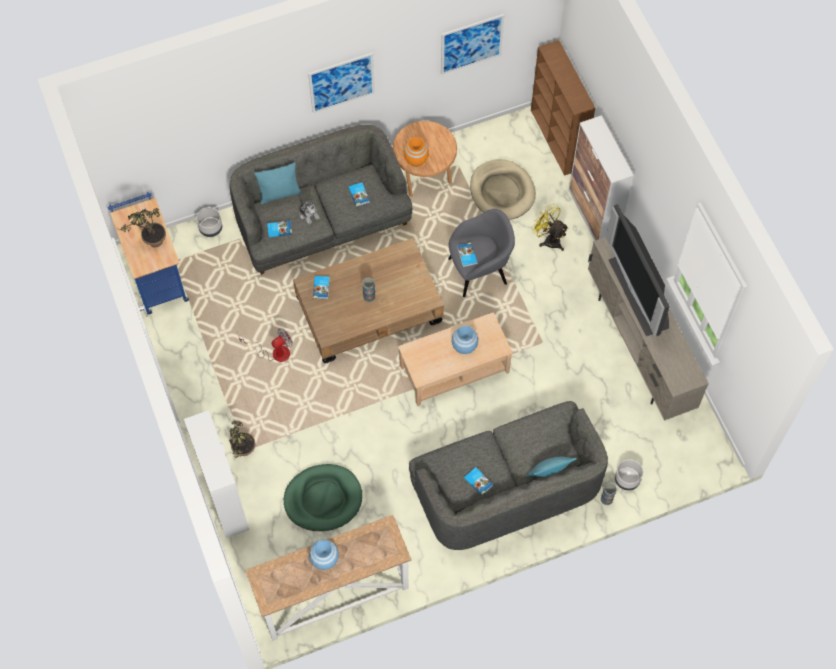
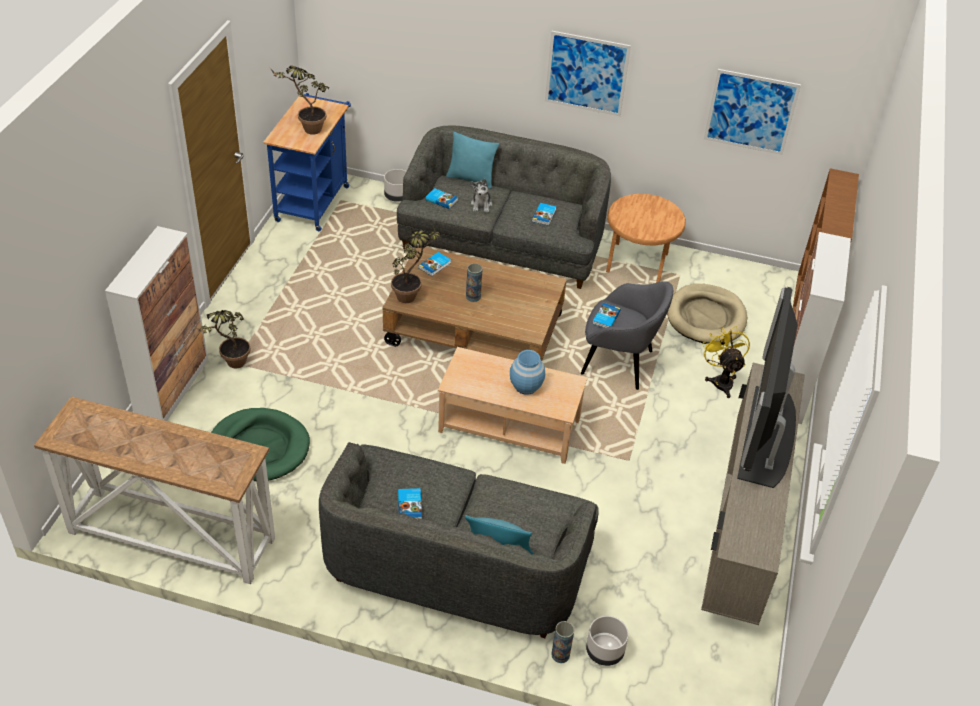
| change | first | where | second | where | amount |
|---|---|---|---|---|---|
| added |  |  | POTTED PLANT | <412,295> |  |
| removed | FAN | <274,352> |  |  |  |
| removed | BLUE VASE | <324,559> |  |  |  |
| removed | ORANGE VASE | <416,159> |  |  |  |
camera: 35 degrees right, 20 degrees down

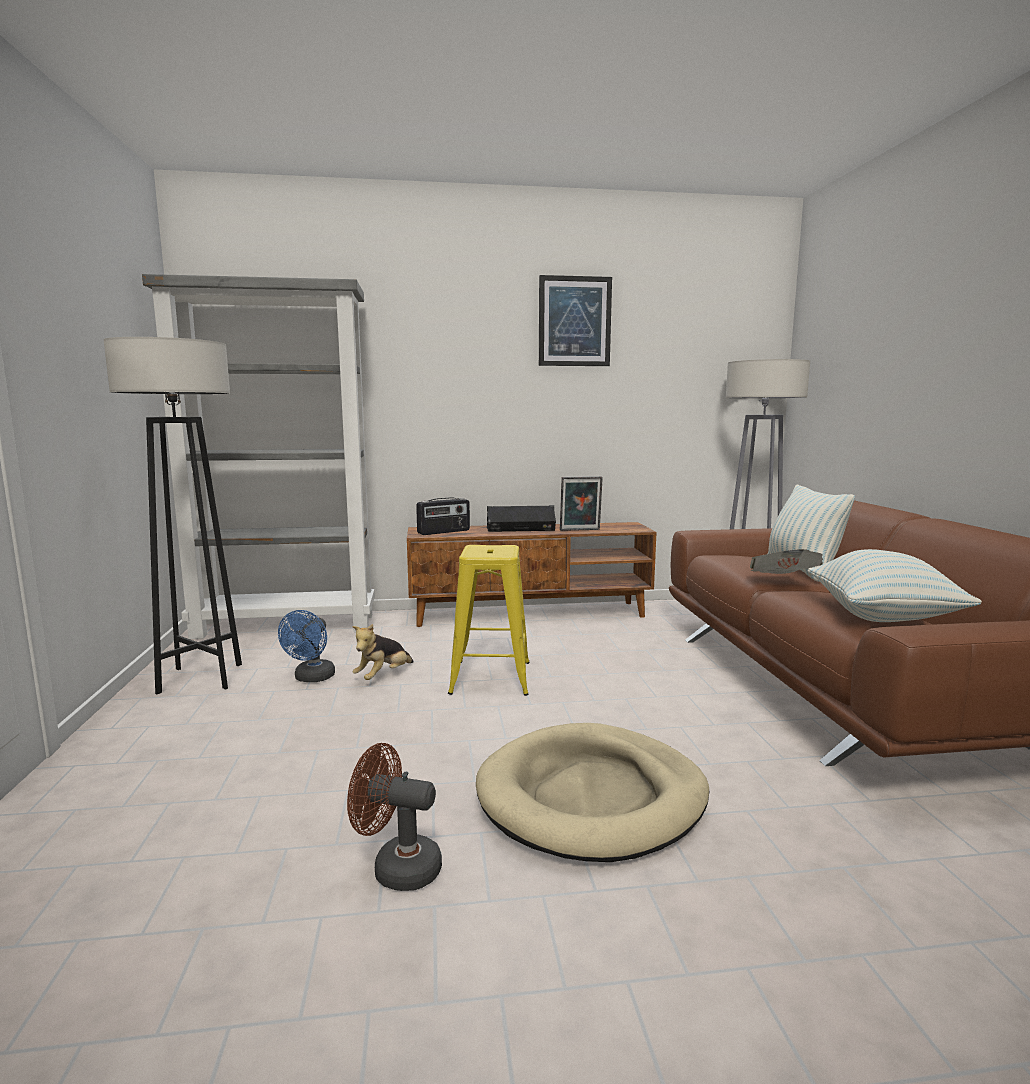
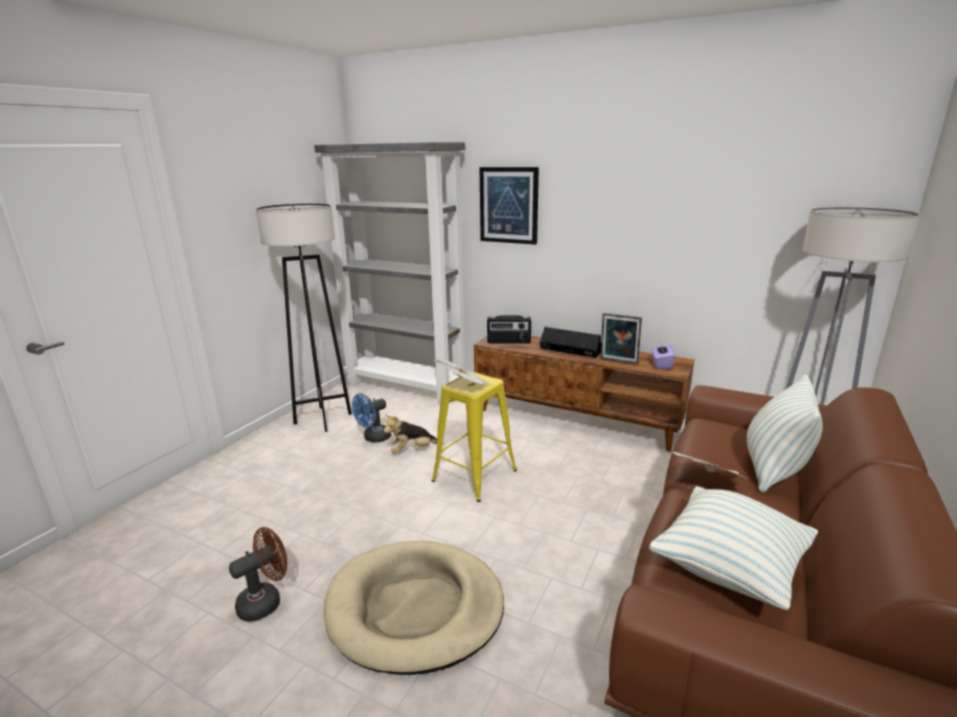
| change | first | where | second | where | amount |
|---|---|---|---|---|---|
| turned | BROWN FAN | <397,867> |  | <266,601> | 90 degrees clockwise |
| added |  |  | NEWSPAPER | <464,386> |  |
| moved | PICTURE | <574,321> |  | <509,205> |  |
| added |  |  | PURPLE TISSUE BOX | <661,364> |  |
camera: 35 degrees right, 10 degrees up

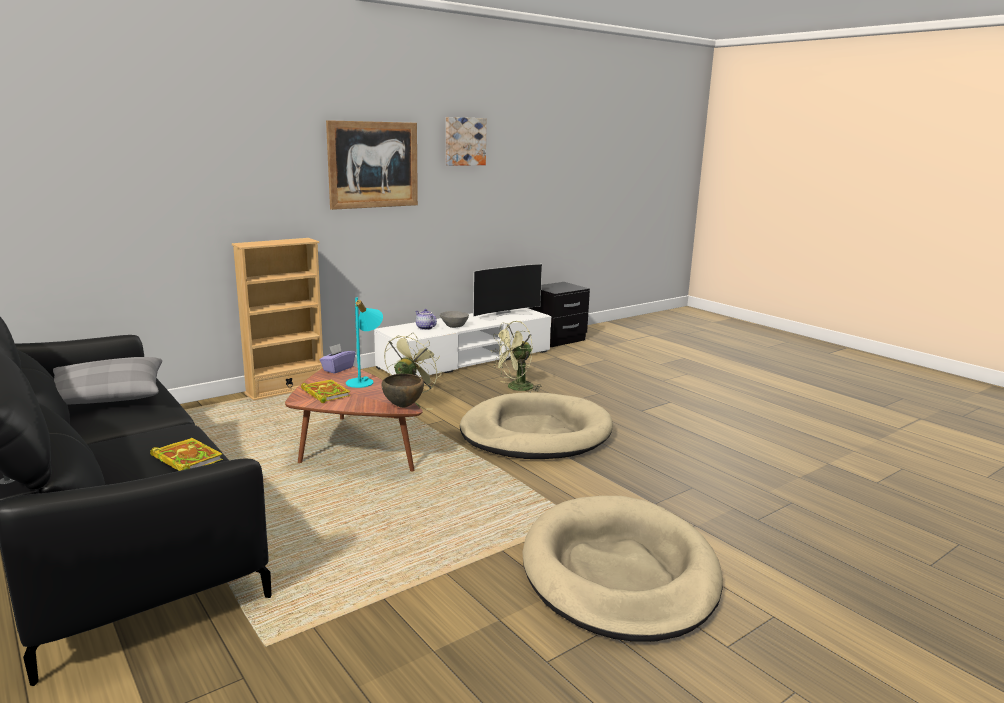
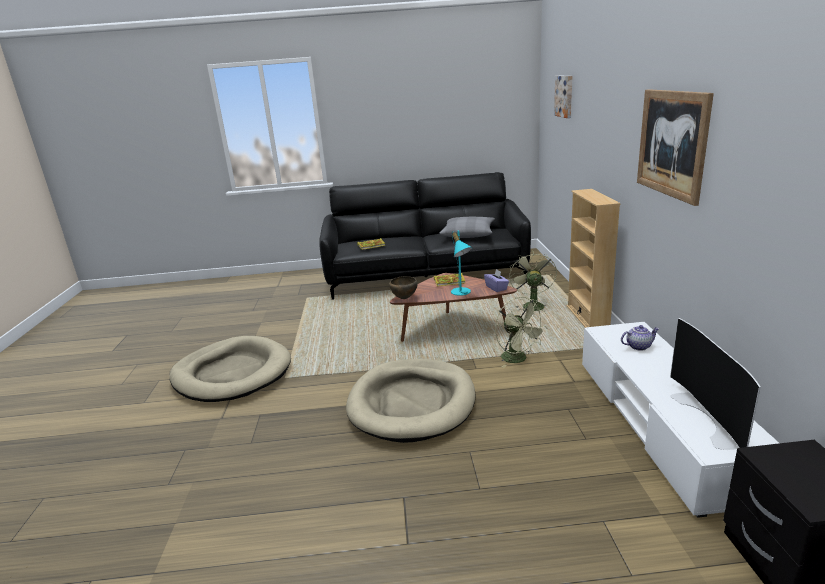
| change | first | where | second | where | amount |
|---|---|---|---|---|---|
| moved | GREEN FAN | <515,388> |  | <531,305> |  |
| moved | PICTURE | <464,141> |  | <565,96> |  |
| removed | GREY BOWL | <454,326> |  |  |  |
camera: 125 degrees right, 5 degrees up

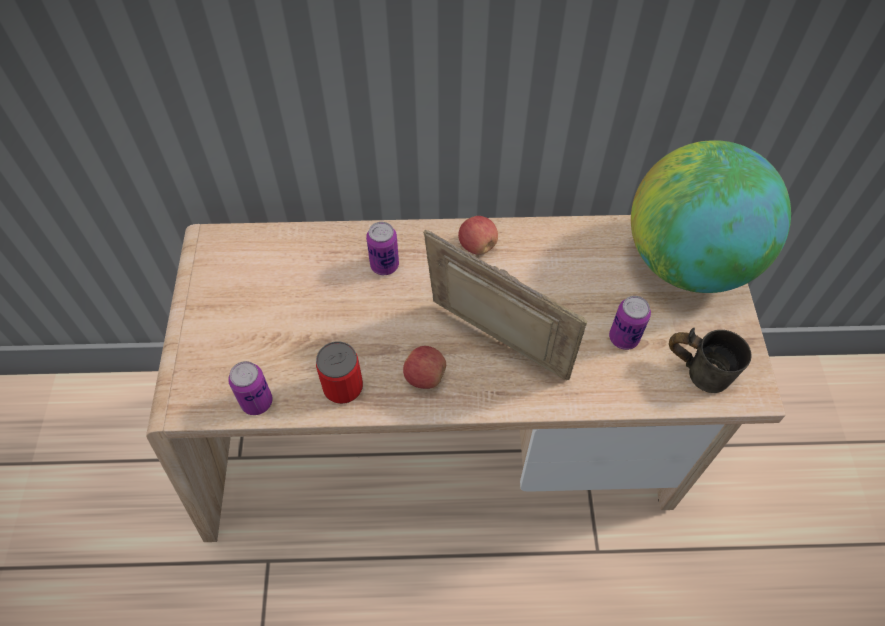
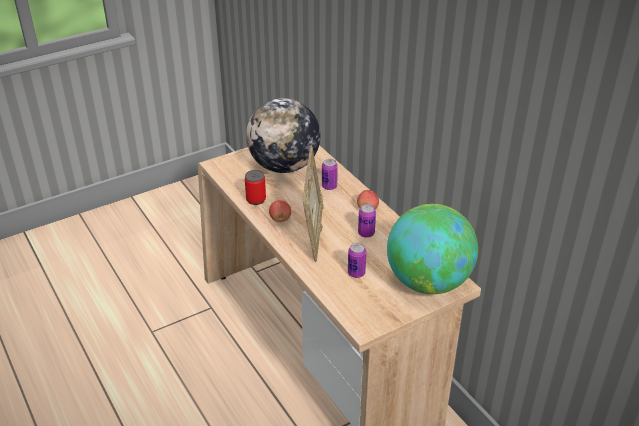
| change | first | where | second | where | amount |
|---|---|---|---|---|---|
| added |  |  | GLOBE | <284,166> |  |
| moved | CAN | <257,402> |  | <366,233> |  |
| removed | GREY MUG | <700,368> |  |  |  |
camera: 60 degrees right, 20 degrees down

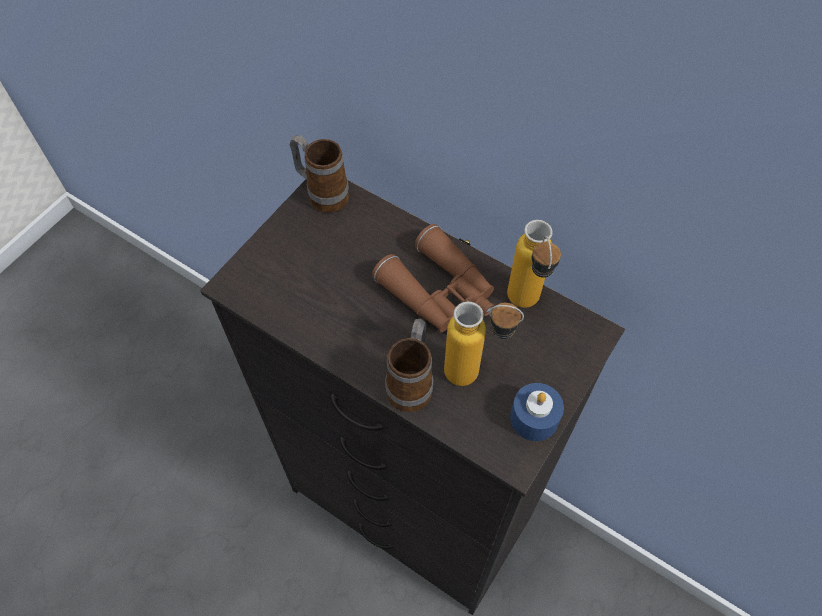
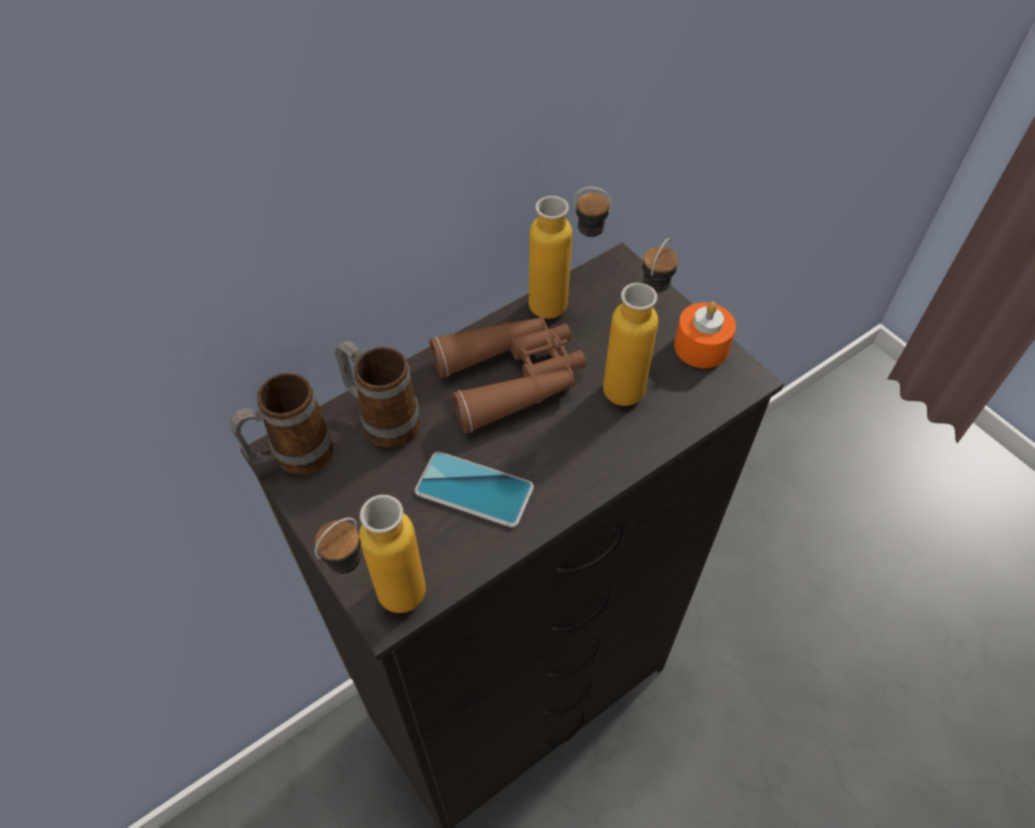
| change | first | where | second | where | amount |
|---|---|---|---|---|---|
| added |  |  | BOTTLE | <386,606> |  |
| moved | MUG | <412,382> |  | <383,419> |  |
| added |  |  | PHONE | <474,489> |  |
| recoloured | BLUE CANDLE | <534,418> | ORANGE CANDLE | <701,347> |  |
camera: 70 degrees left, 5 degrees down

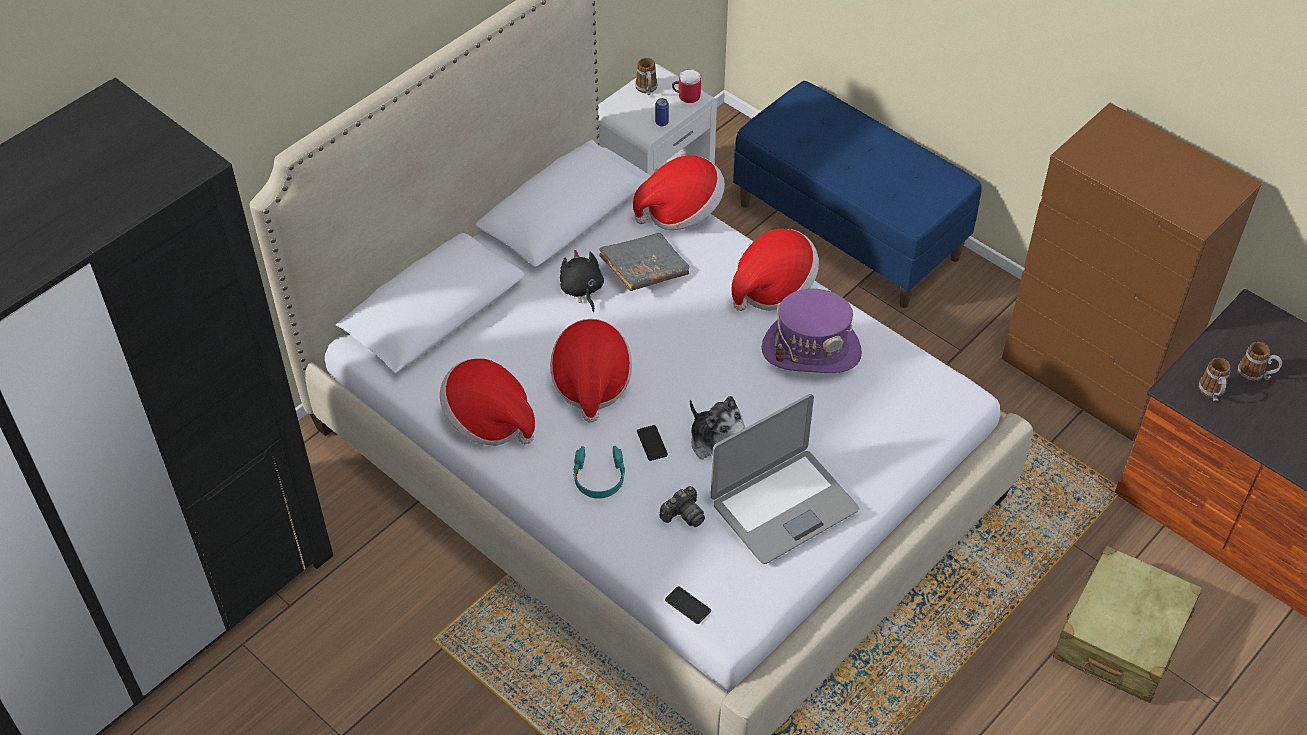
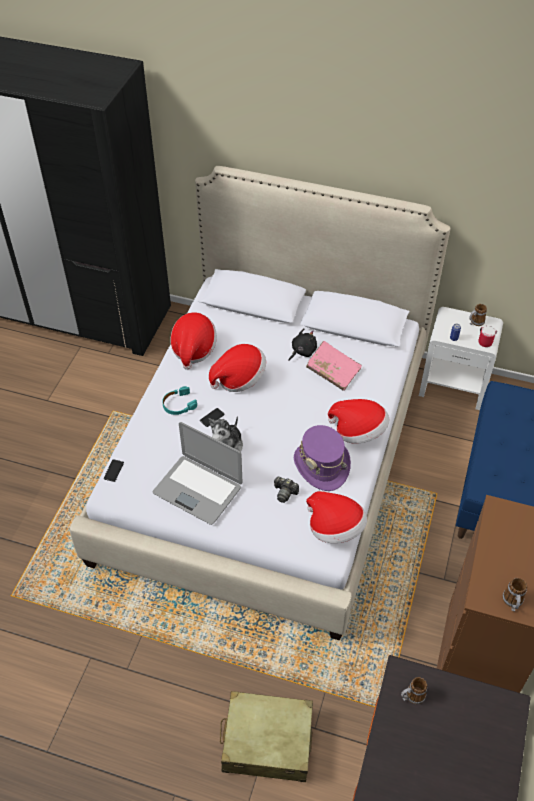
| change | first | where | second | where | amount |
|---|---|---|---|---|---|
| moved | PHOTO CAMERA | <683,515> |  | <285,493> |  |
| recoloured | GREY BOOK | <644,271> | PINK BOOK | <333,371> |  |
| moved | HAT | <681,211> |  | <335,528> |  |
| moved | MUG | <1255,375> |  | <512,603> |  |
camera: 65 degrees right, 0 degrees up

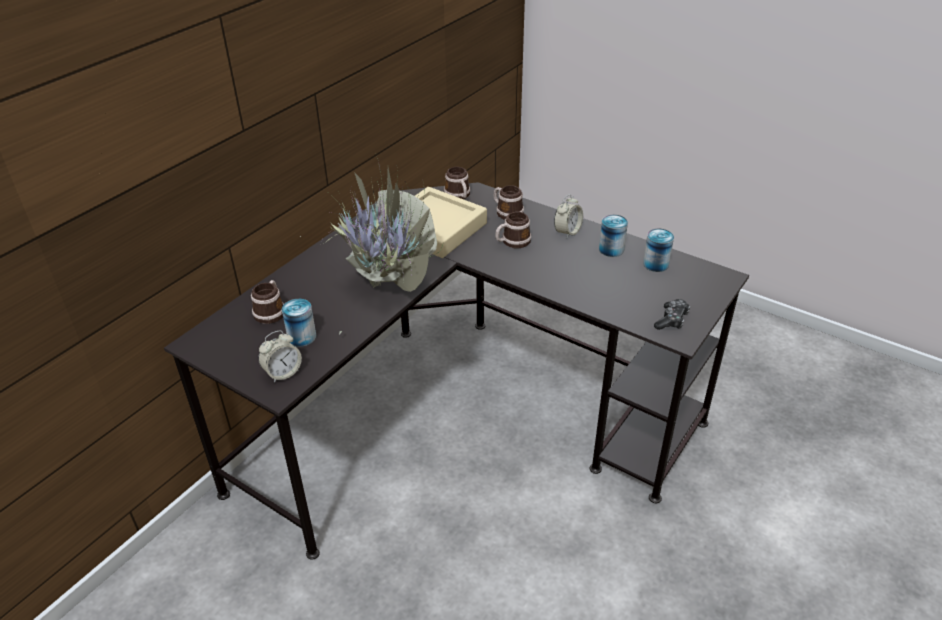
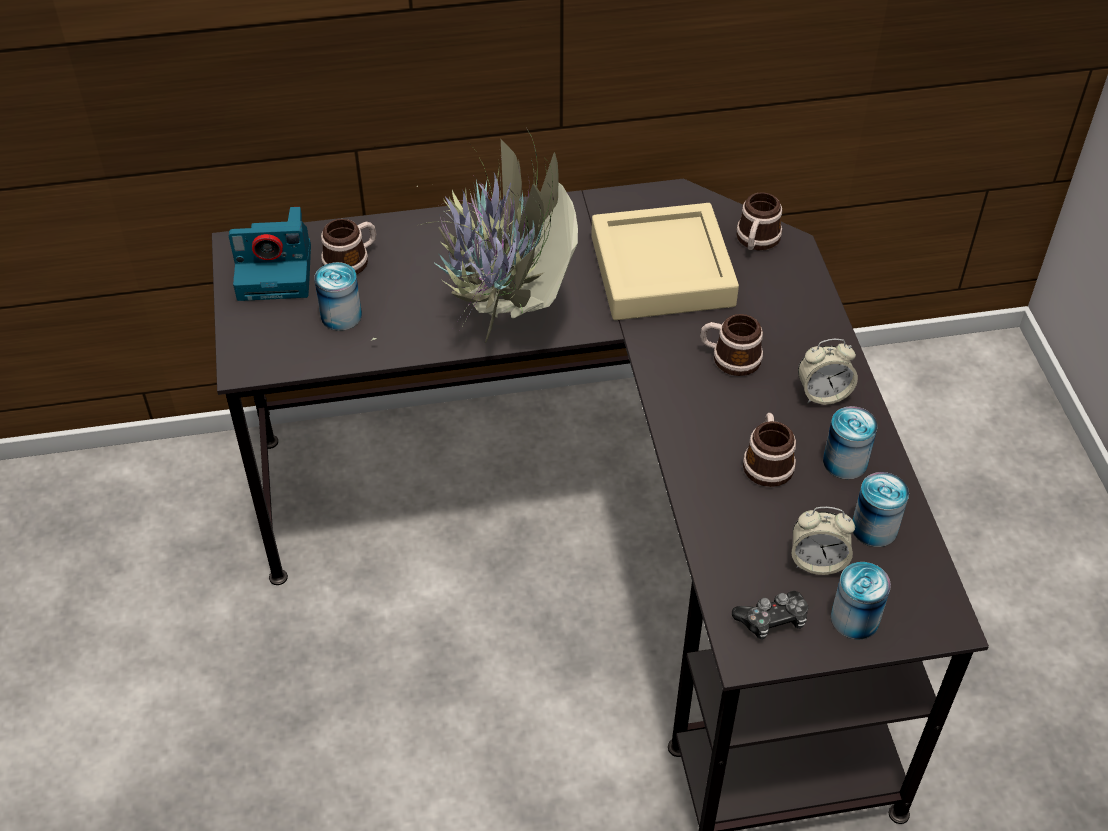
| change | first | where | second | where | amount |
|---|---|---|---|---|---|
| added |  |  | PHOTO CAMERA | <277,271> |  |
| moved | MUG | <506,212> |  | <767,461> |  |
| moved | ALARM CLOCK | <283,373> |  | <817,561> |  |
| added |  |  | CAN | <855,618> |  |
camera: 45 degrees right, 10 degrees up

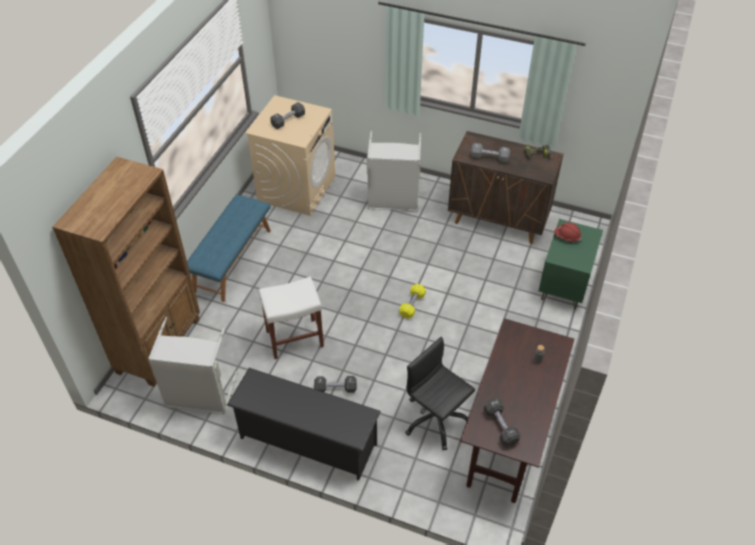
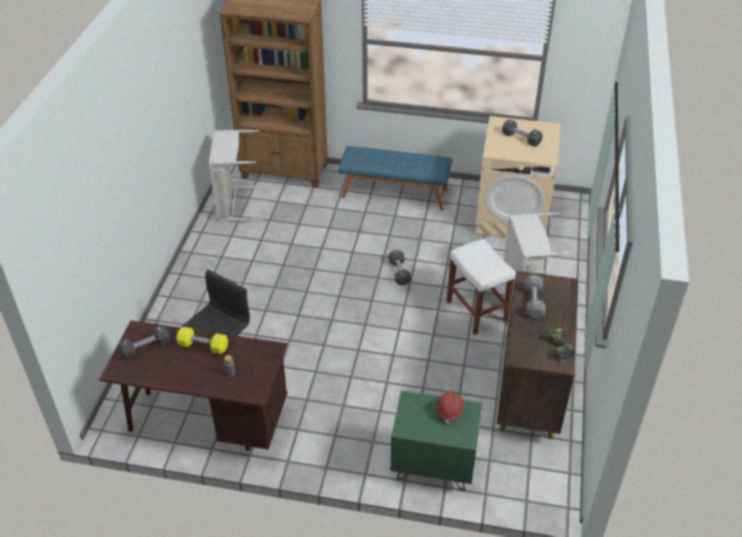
| change | first | where | second | where | amount |
|---|---|---|---|---|---|
| moved | YELLOW DUMBBELL | <412,305> |  | <203,346> |  |
| moved | BLACK DUMBBELL | <335,388> |  | <399,272> |  |
| moved | WHITE STOOL | <295,338> |  | <477,311> |  |
| removed | BLACK SHOE RACK | <307,441> |  |  |  |
camera: 80 degrees right, 5 degrees down

